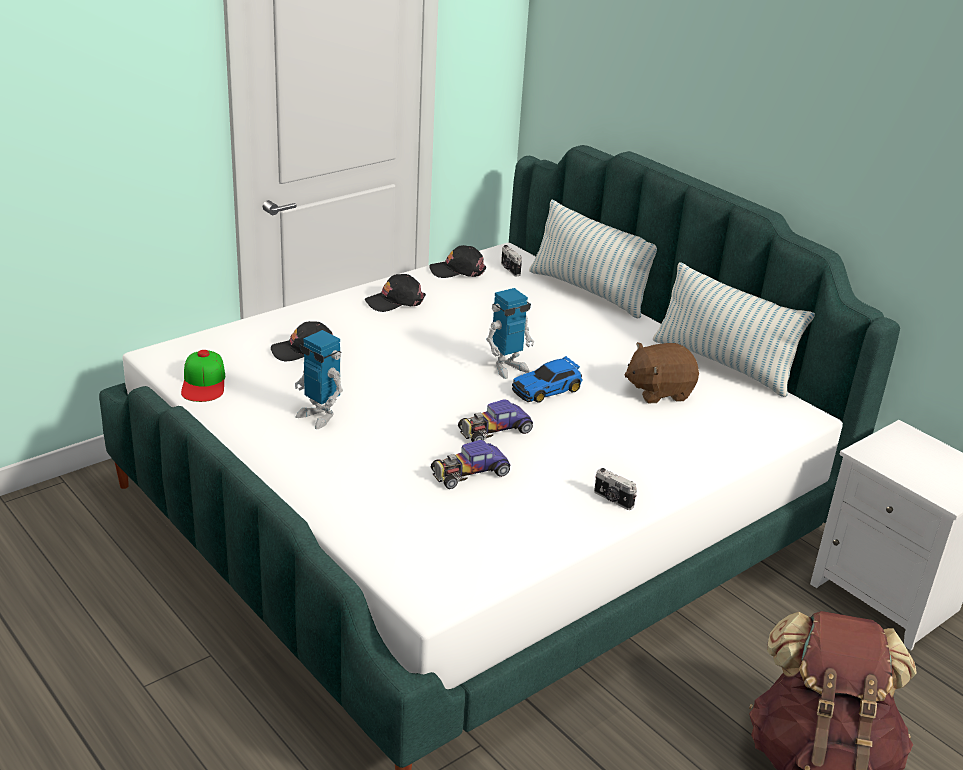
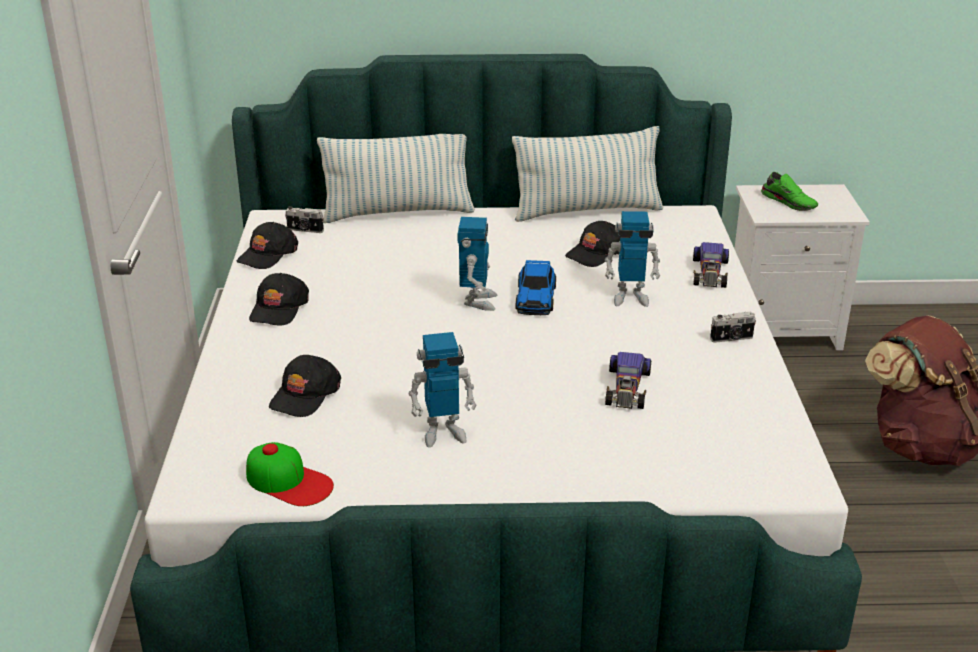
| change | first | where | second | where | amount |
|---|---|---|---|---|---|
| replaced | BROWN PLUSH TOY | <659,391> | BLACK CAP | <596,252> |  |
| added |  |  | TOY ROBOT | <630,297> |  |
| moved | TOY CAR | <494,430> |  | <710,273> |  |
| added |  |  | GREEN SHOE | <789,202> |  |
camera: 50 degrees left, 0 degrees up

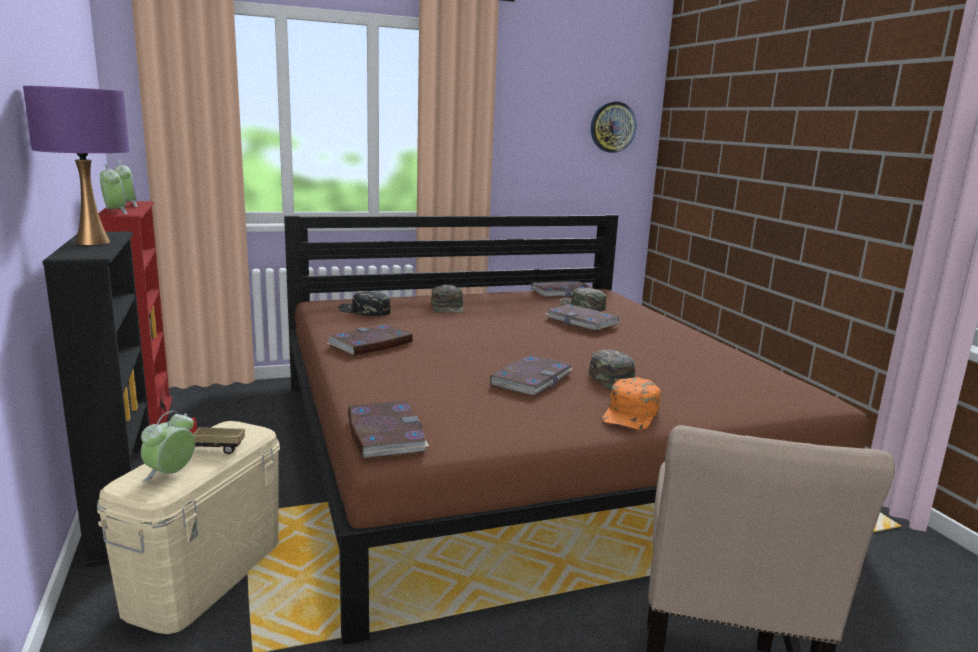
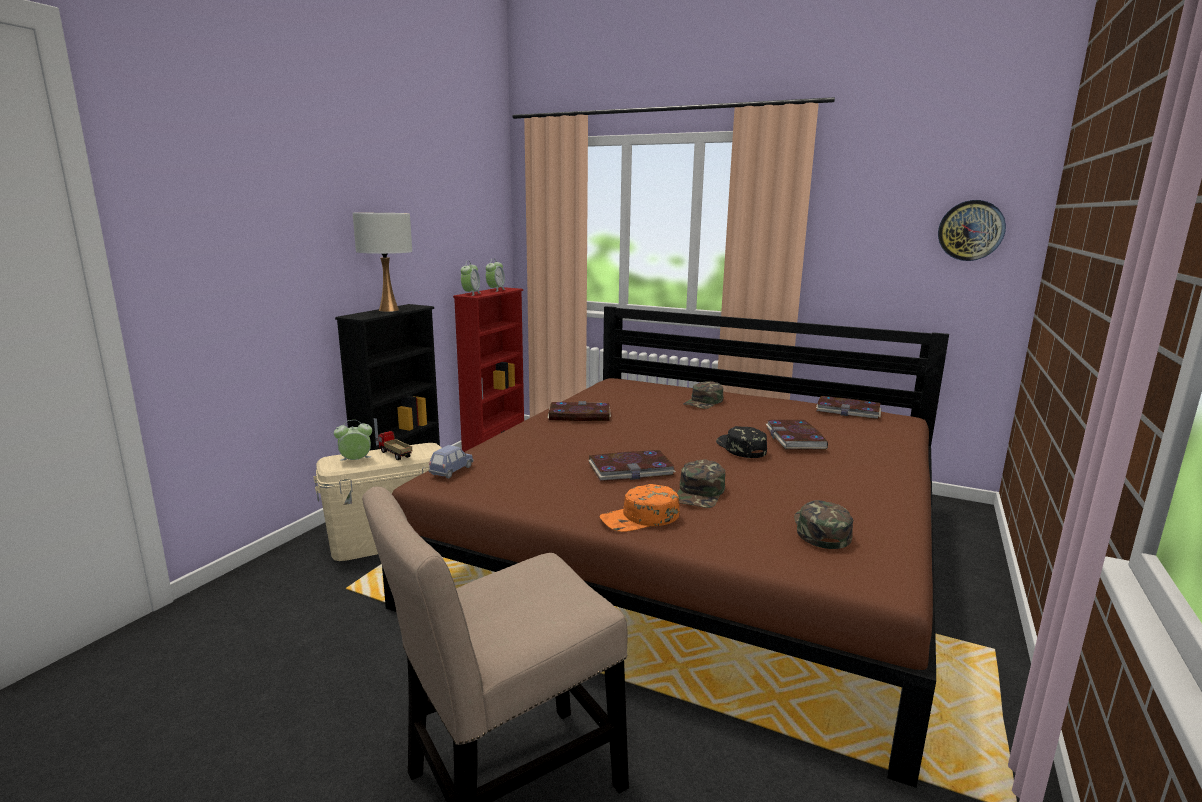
| change | first | where | second | where | amount |
|---|---|---|---|---|---|
| recoloured | PURPLE TABLE LAMP | <93,242> | WHITE TABLE LAMP | <389,310> |  |
| replaced | BOOK | <385,434> | BLUE TOY CAR | <451,471> |  |
| moved | BLACK CAP | <364,311> |  | <740,448> |  |
| moved | GREEN CAP | <582,306> |  | <820,530> |  |
camera: 45 degrees right, 0 degrees up

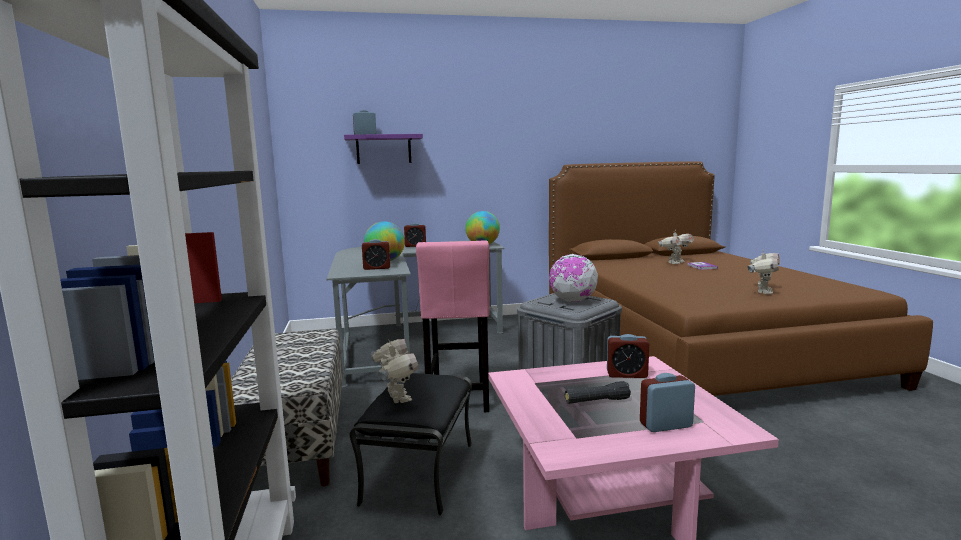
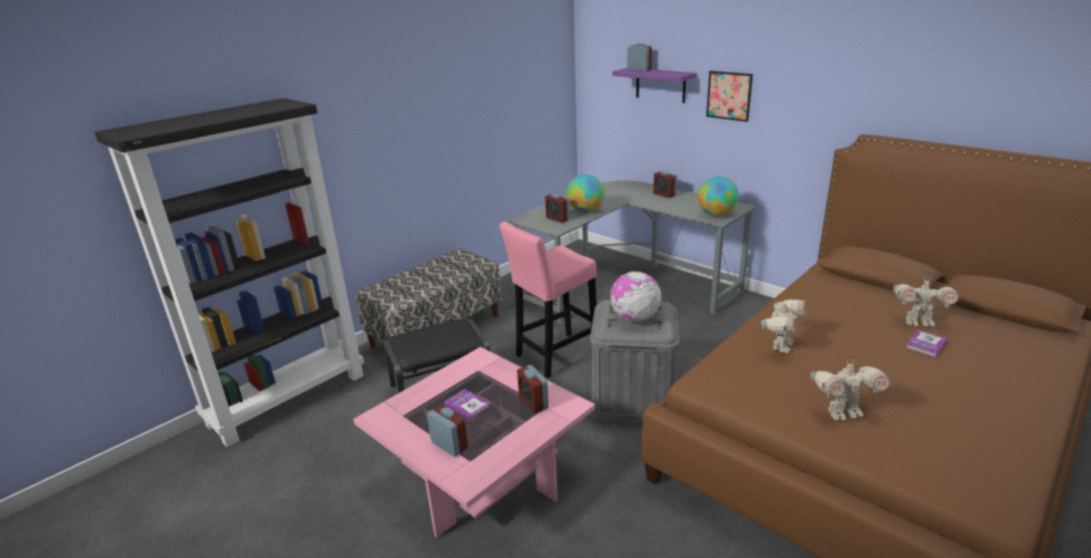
| change | first | where | second | where | amount |
|---|---|---|---|---|---|
| replaced | BLACK FLASHLIGHT | <596,401> | BOOK | <467,405> |  |
| added |  |  | PICTURE | <729,95> |  |
| moved | TOY ROBOT | <397,398> |  | <780,346> |  |
camera: 55 degrees right, 15 degrees up

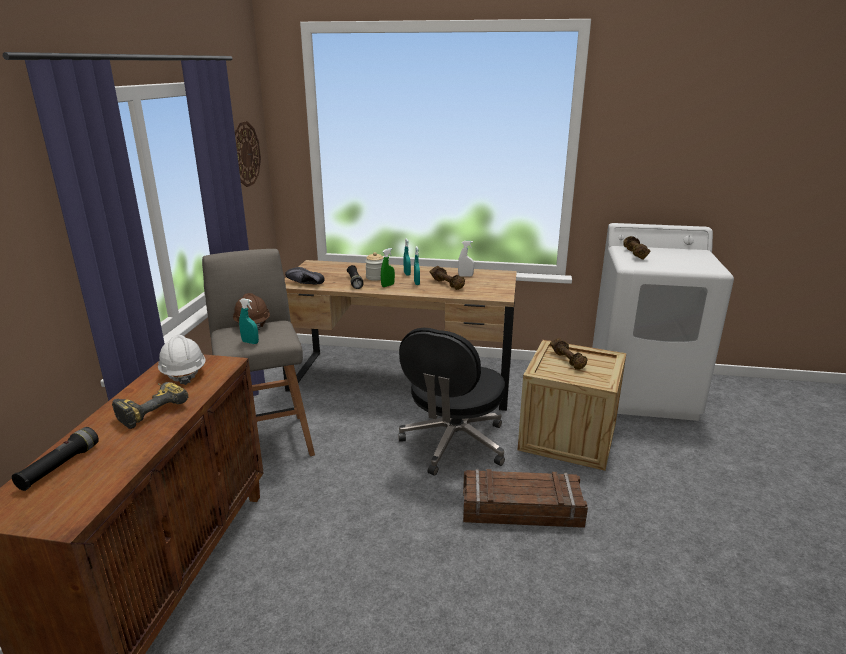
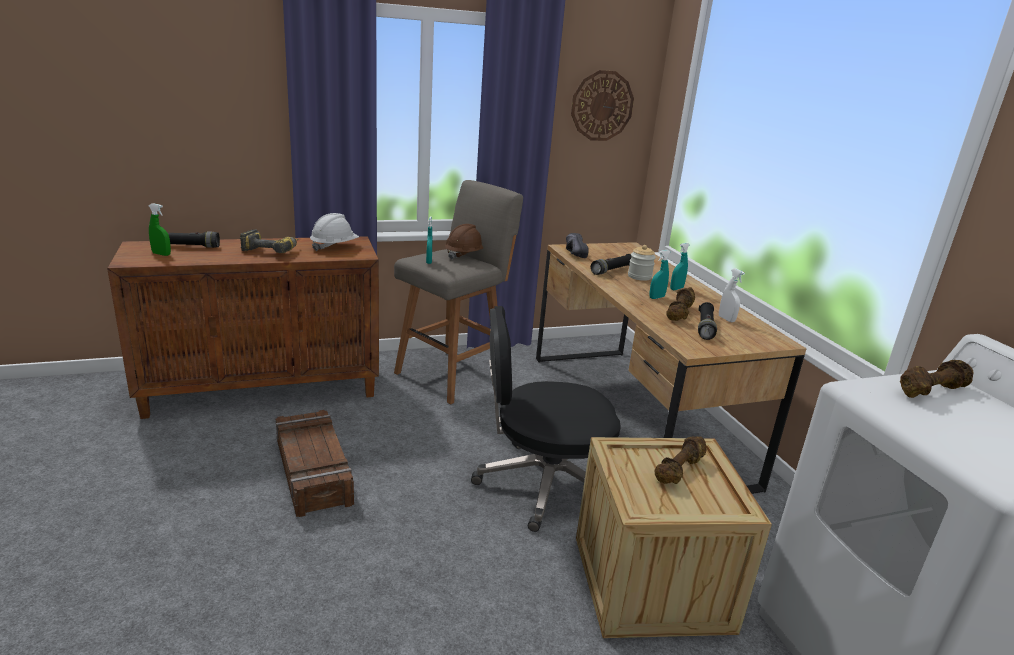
| change | first | where | second | where | amount |
|---|---|---|---|---|---|
| moved | GREEN SPRAY BOTTLE | <388,285> |  | <161,254> |  |
| moved | CRATE | <521,508> |  | <314,471> |  |
| added |  |  | BLACK FLASHLIGHT | <705,328> |  |
camera: 60 degrees right, 0 degrees up

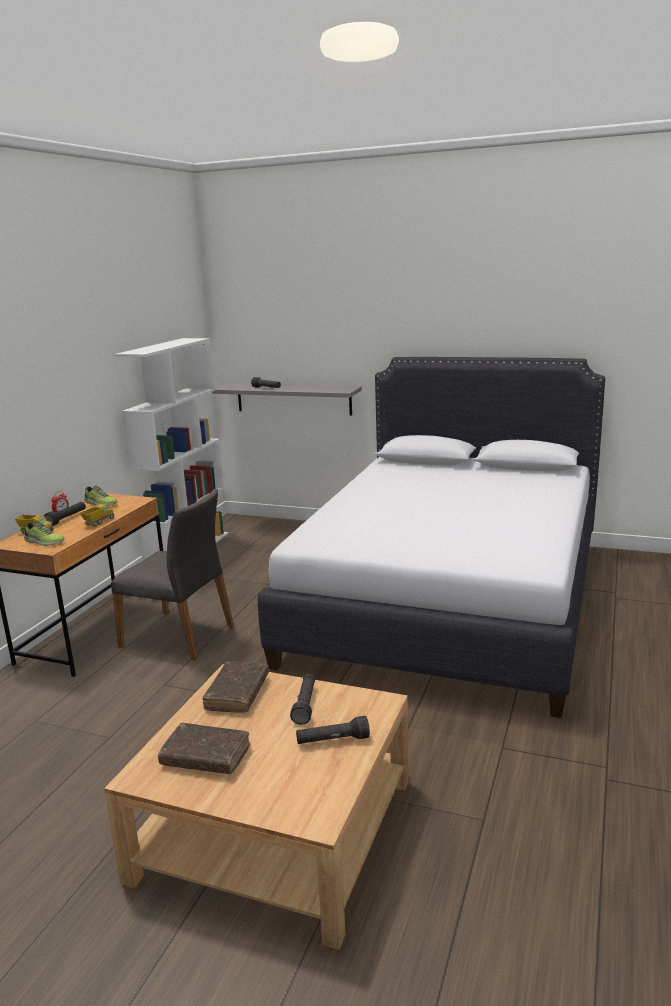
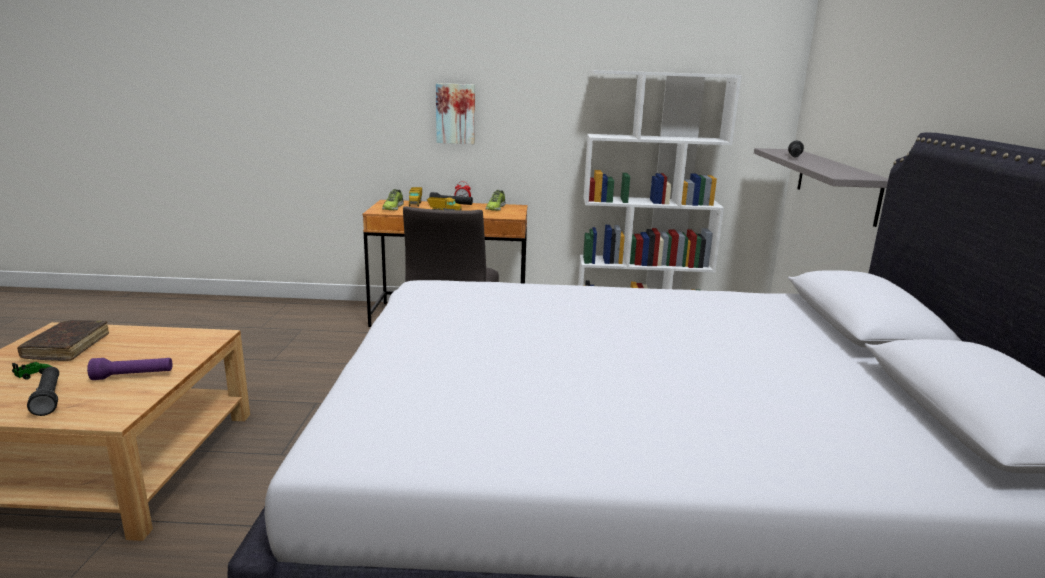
| change | first | where | second | where | amount |
|---|---|---|---|---|---|
| added |  |  | TOY CAR | <34,372> |  |
| recoloured | BLACK FLASHLIGHT | <305,705> | PURPLE FLASHLIGHT | <133,376> |  |
| added |  |  | PICTURE | <455,113> |  |
| removed | BROWN BOOK | <237,693> |  |  |  |
camera: 70 degrees right, 0 degrees up

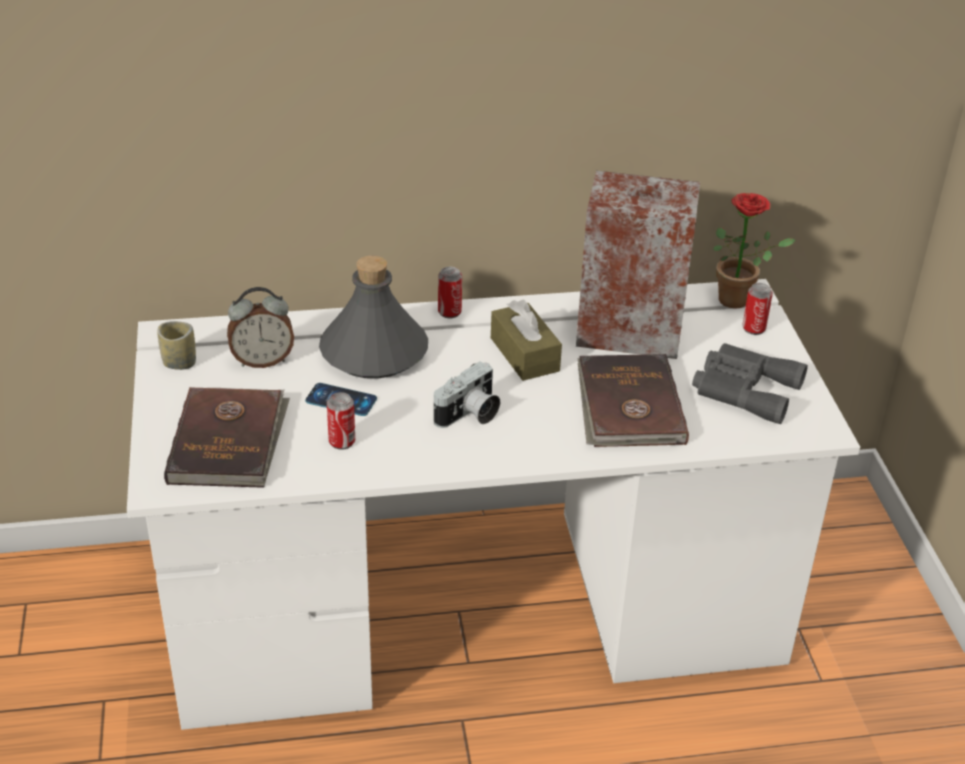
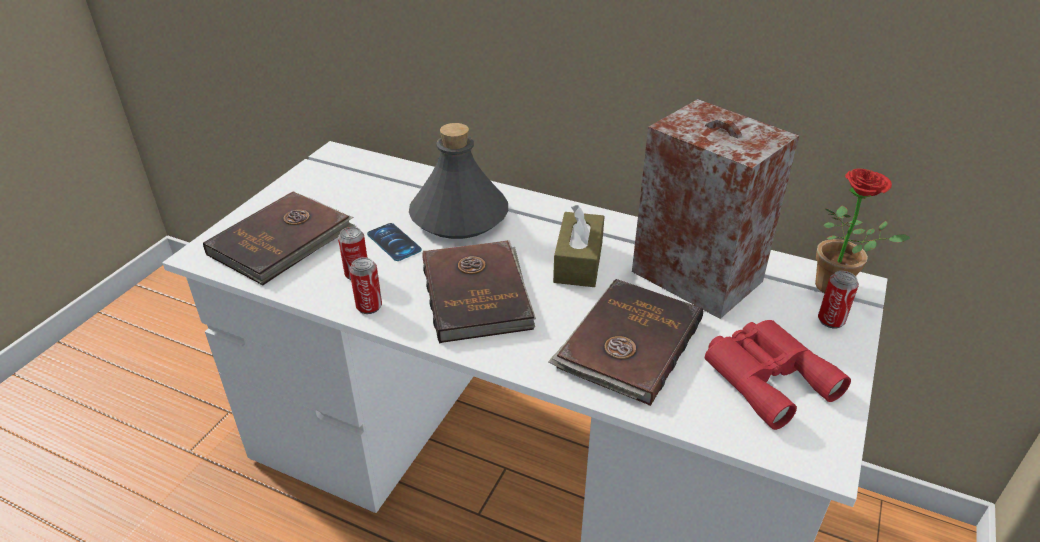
| change | first | where | second | where | amount |
|---|---|---|---|---|---|
| moved | CAN | <449,312> |  | <369,306> |  |
| replaced | PHOTO CAMERA | <469,415> | BROWN BOOK | <478,293> |  |
| recoloured | GREY BINOCULARS | <743,389> | RED BINOCULARS | <765,375> |  |
| removed | CUP | <179,363> |  |  |  |
| removed | ALARM CLOCK | <262,360> |  |  |  |
camera: 35 degrees right, 0 degrees up

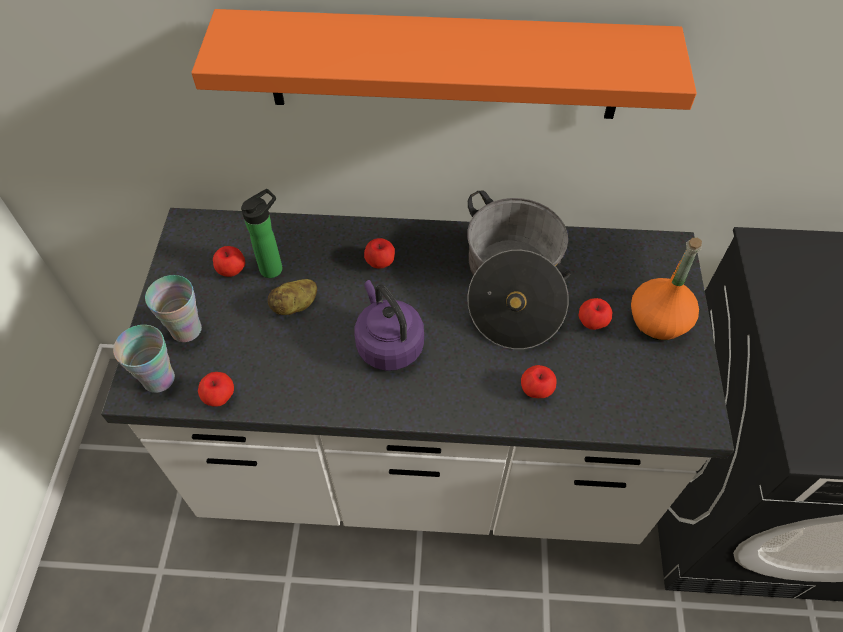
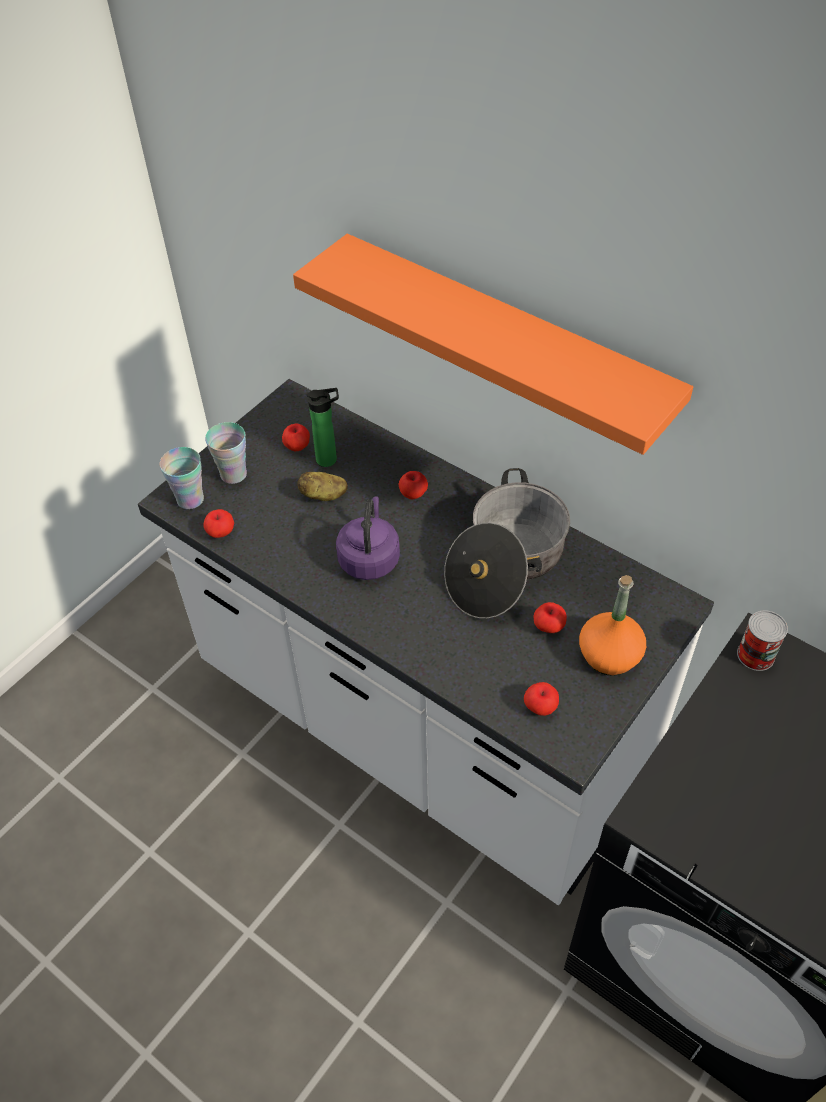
| change | first | where | second | where | amount |
|---|---|---|---|---|---|
| moved | APPLE | <536,390> |  | <540,707> |  |
| added |  |  | CAN | <755,655> |  |
camera: 35 degrees right, 5 degrees down

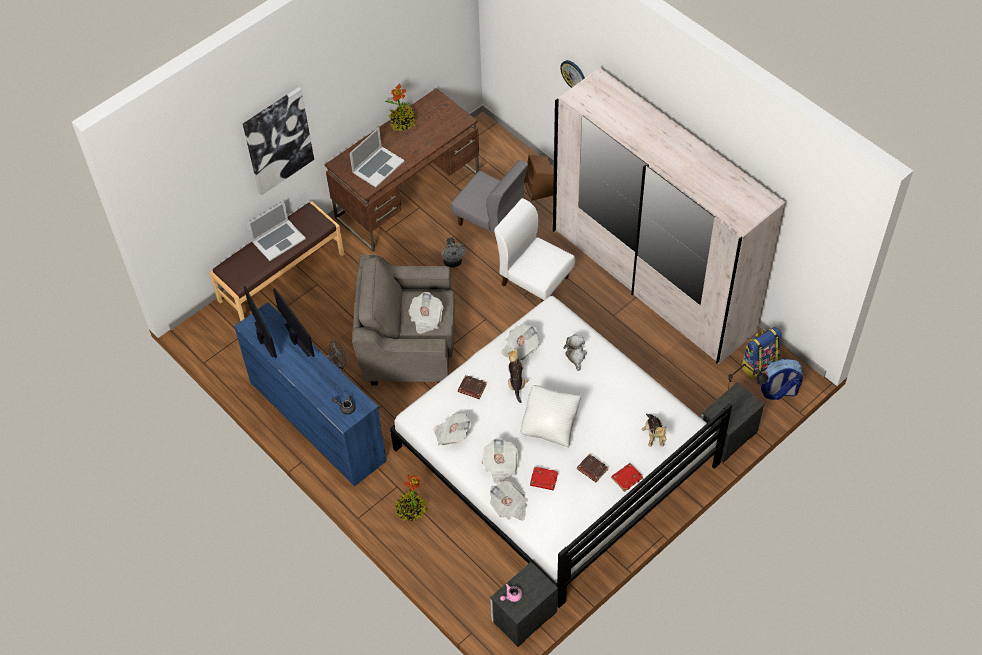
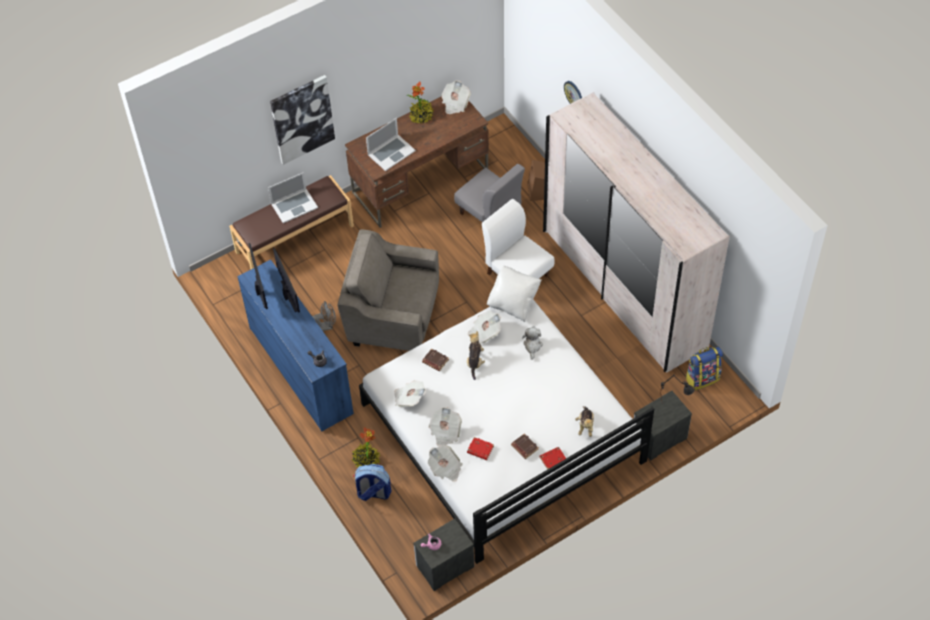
| change | first | where | second | where | amount |
|---|---|---|---|---|---|
| moved | BACKPACK | <779,391> |  | <373,493> |  |
| moved | NEWSPAPER | <426,319> |  | <455,103> |  |
| moved | WHITE PILLOW | <550,425> |  | <513,302> |  |
| removed | GREY FAN | <453,263> |  |  |  |
camera: 10 degrees right, 0 degrees up

